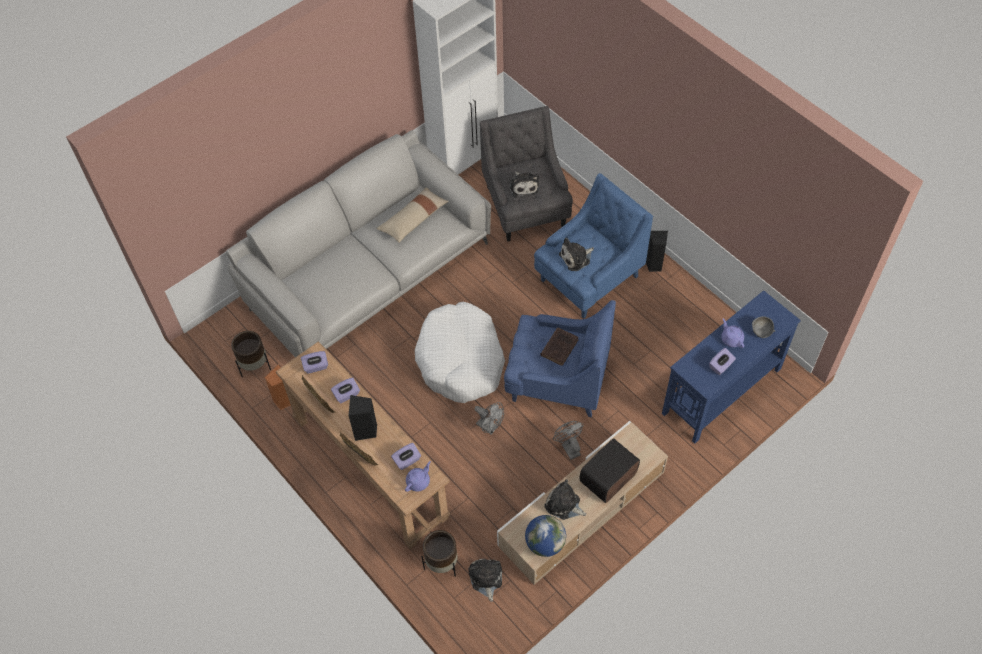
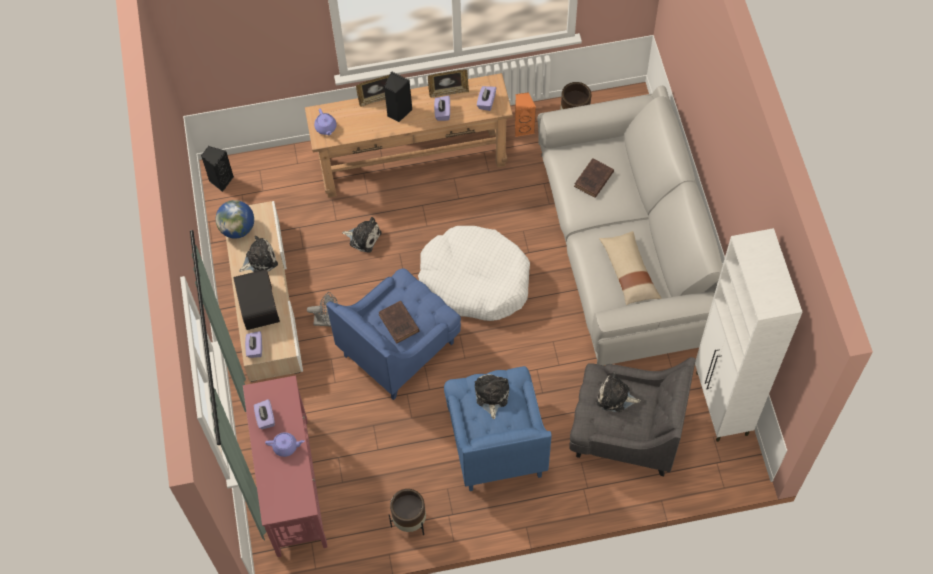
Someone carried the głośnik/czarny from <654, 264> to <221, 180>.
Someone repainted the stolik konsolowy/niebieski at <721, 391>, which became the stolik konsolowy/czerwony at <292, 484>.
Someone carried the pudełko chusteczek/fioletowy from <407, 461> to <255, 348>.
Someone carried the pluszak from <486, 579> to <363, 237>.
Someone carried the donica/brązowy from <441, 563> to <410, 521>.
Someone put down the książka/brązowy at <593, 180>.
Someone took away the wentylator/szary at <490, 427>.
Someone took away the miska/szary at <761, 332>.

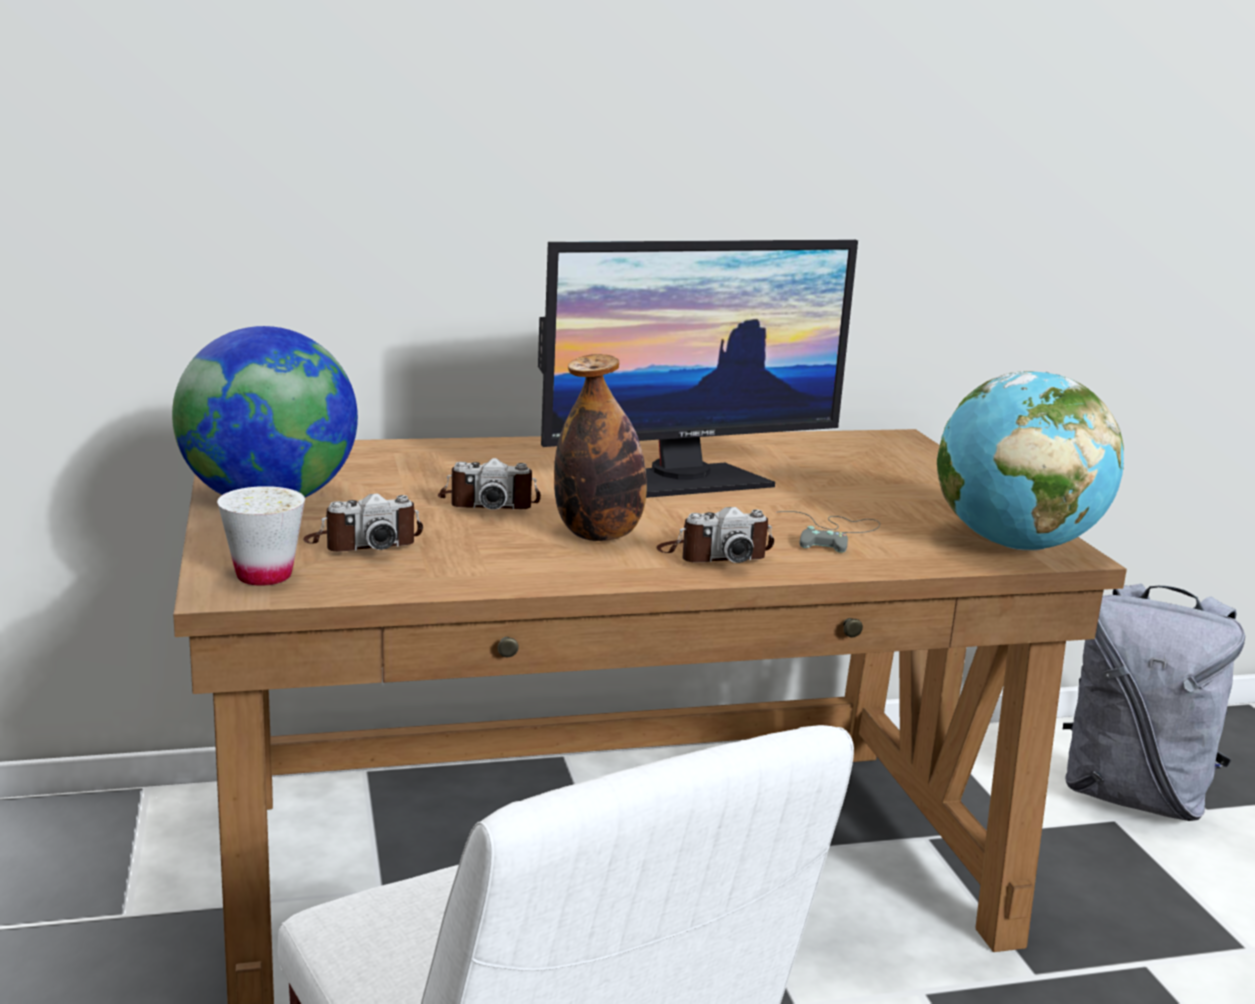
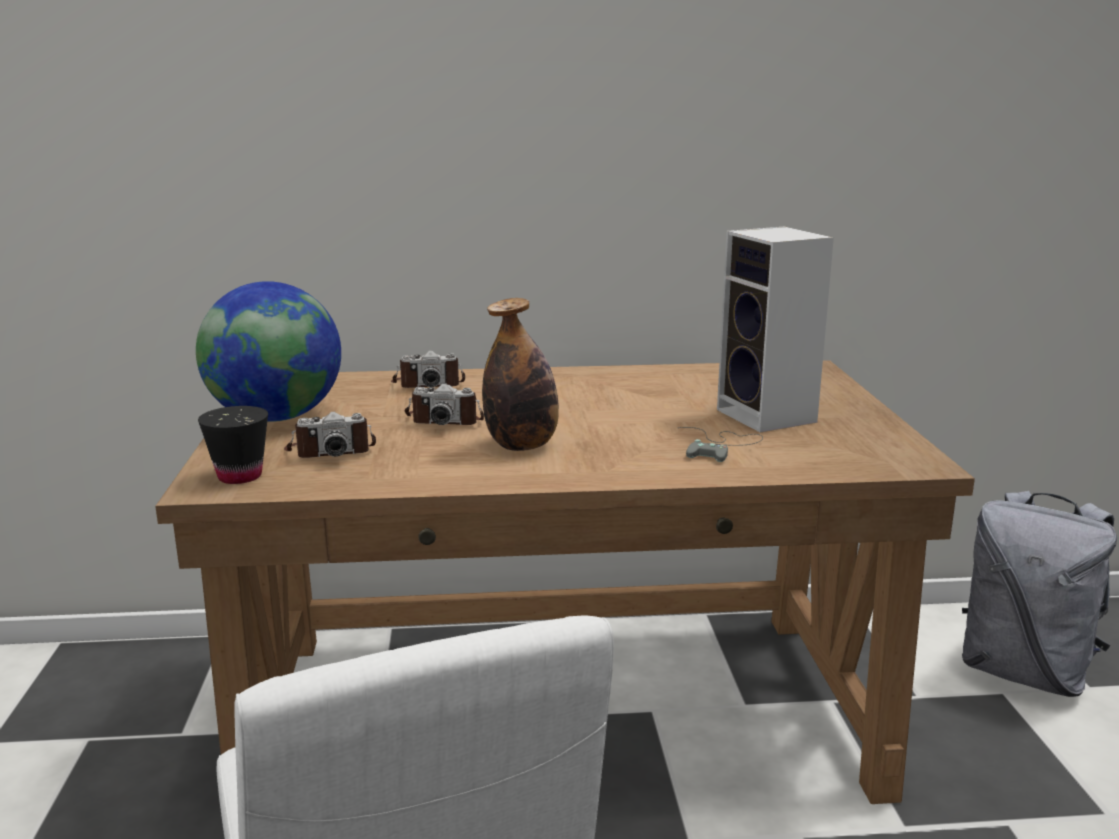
Someone repainted the filiżanka/biały at <264, 576>, which became the filiżanka/czarny at <240, 476>.
Someone carried the aparat fotograficzny from <714, 555> to <428, 384>.
Someone put down the głośnik at <770, 417>.
Someone took away the monitor at <686, 480>.
Someone took away the globus at <1015, 545>.

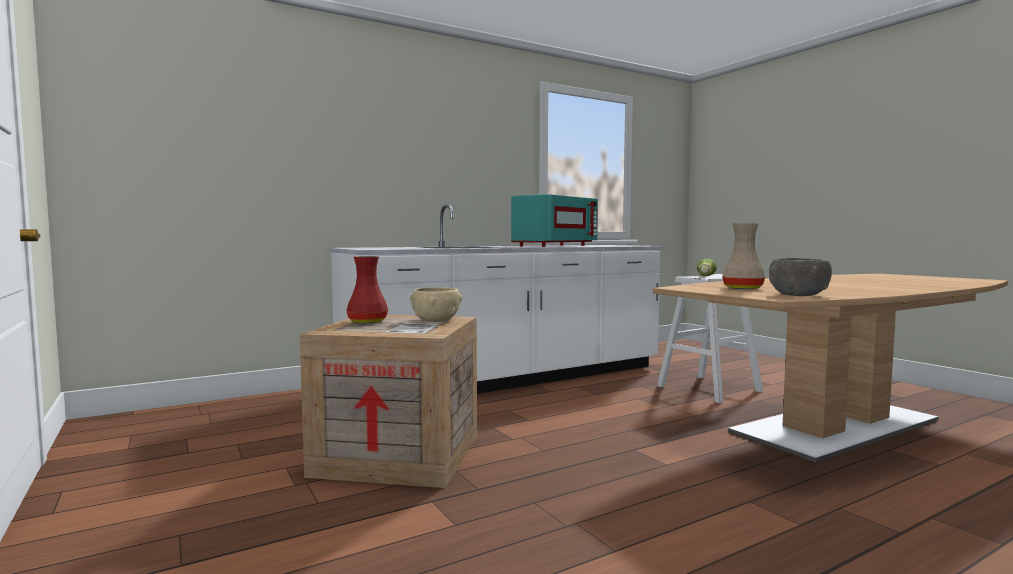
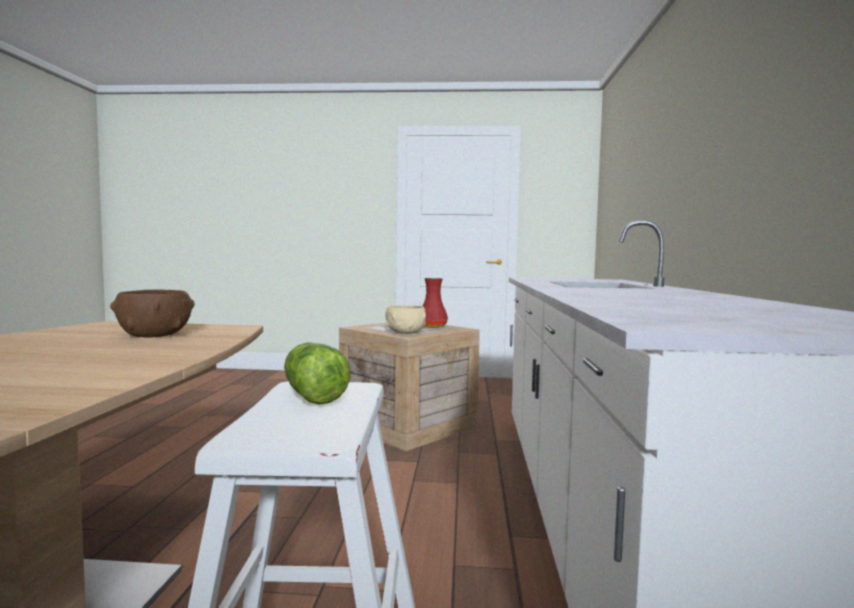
Someone swapped the wazon/beżowy at <742, 288> for the miska/brązowy at <155, 335>.
Someone took away the mikrofalówka/turkusowy at <555, 246>.
Someone took away the miska/szary at <798, 295>.

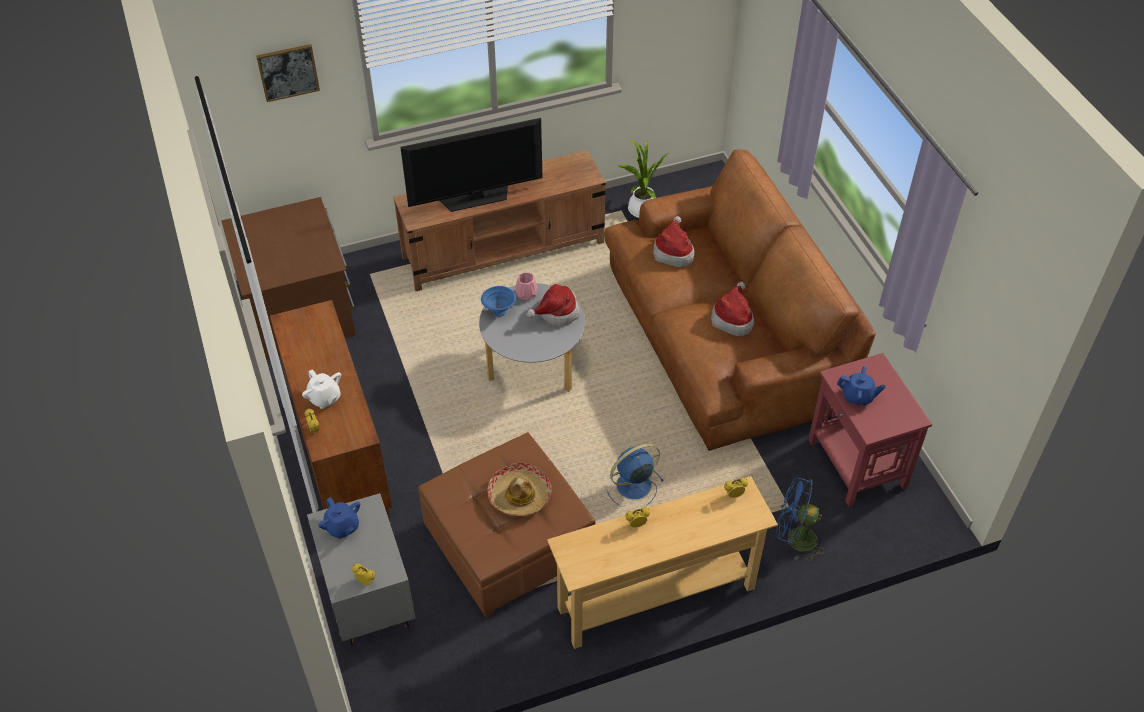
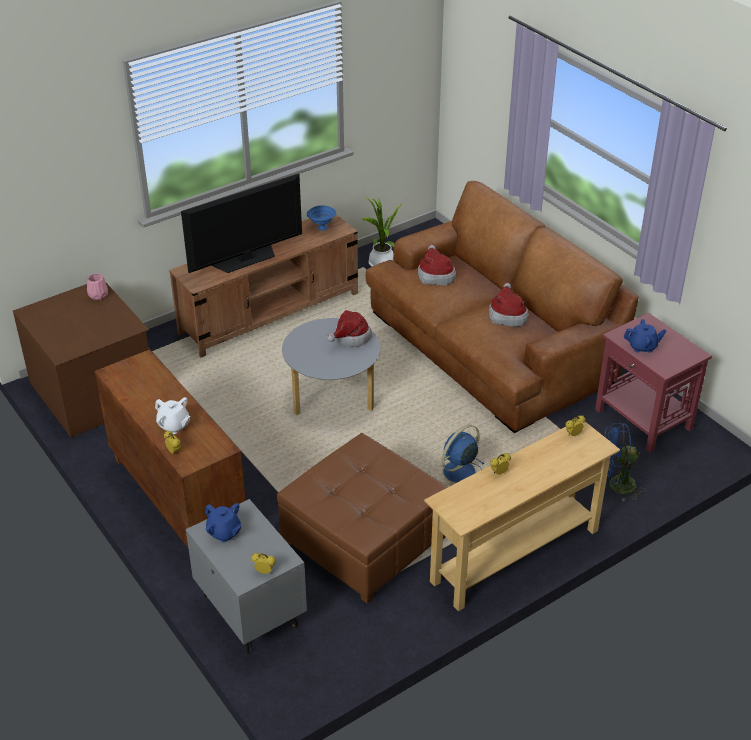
Someone carried the wazon/różowy from <526, 294> to <97, 295>.
Someone carried the miska/niebieski from <498, 312> to <321, 228>.
Someone took away the obraz at <288, 72>.
Someone took away the kapelusz at <519, 495>.

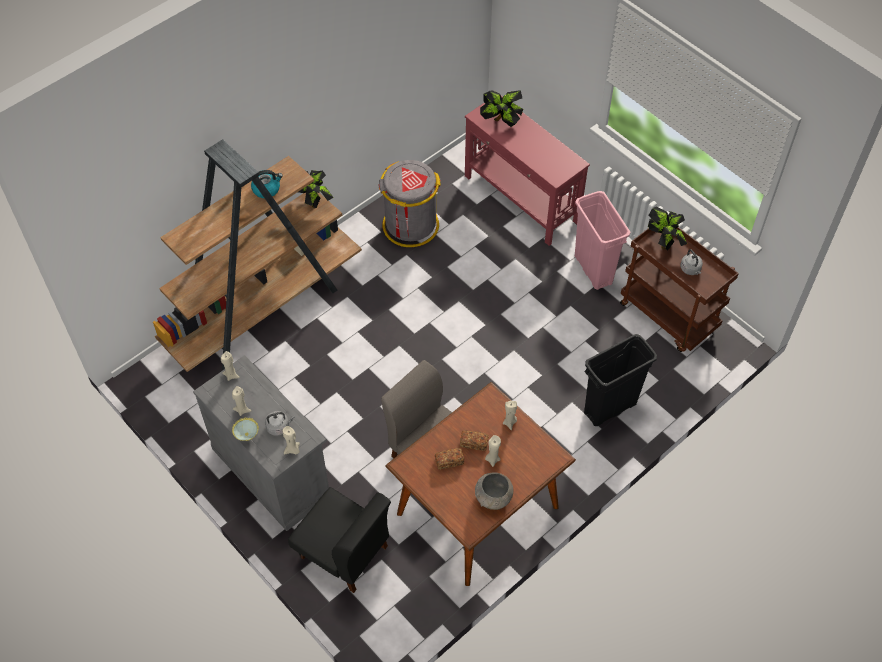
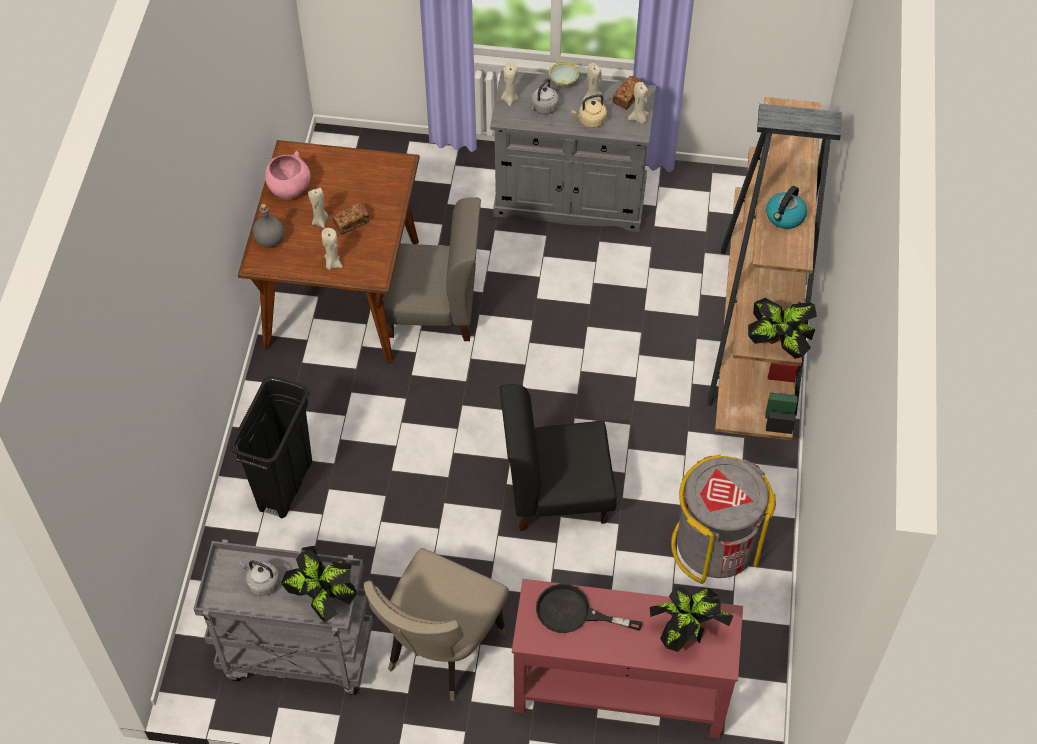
Someone repainted the wózek/brązowy at <669, 316>, which became the wózek/szary at <295, 654>.
Someone put down the butelka/szary at <270, 240>.
Someone repainted the miska/szary at <493, 499>, which became the miska/różowy at <289, 189>.
Someone swapped the kosz na śmieci/różowy at <593, 270> for the krzesło/beżowy at <439, 651>.
Someone carried the krzesło/czarny from <344, 552> to <556, 493>.
Someone put down the patelnia/czarny at <573, 613>.
Someone put down the czajnik/beżowy at <590, 121>.
Someone carried the chleb from <449, 461> to <628, 97>.

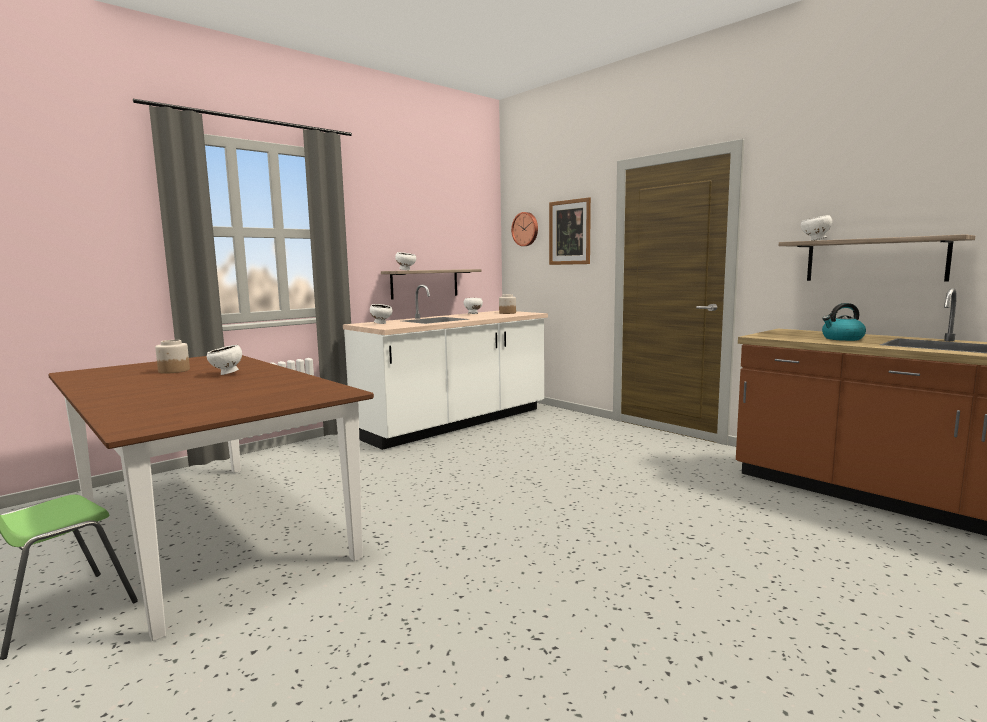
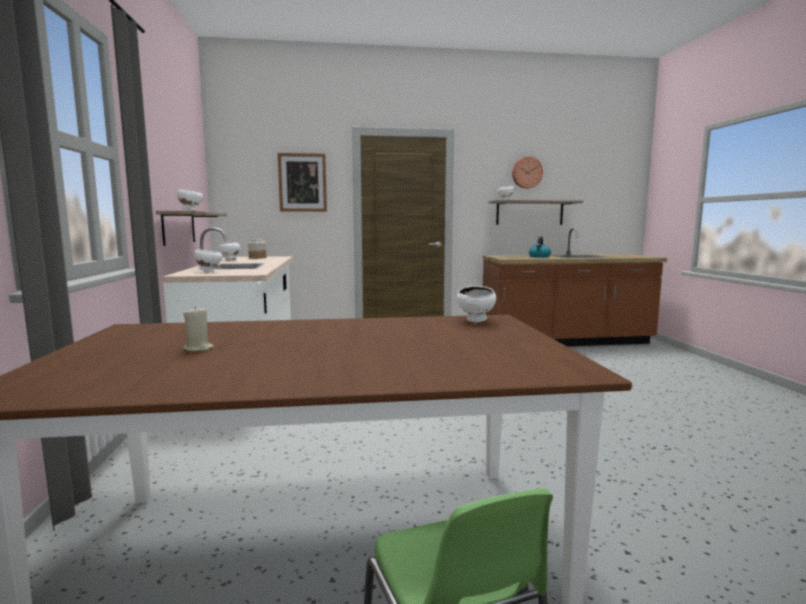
Someone swapped the słoik at <173, 371> for the świeca/beżowy at <198, 348>.
Someone carried the miska/biały from <226, 374> to <476, 321>.
Someone carried the zegar ścienny from <525, 229> to <526, 172>.

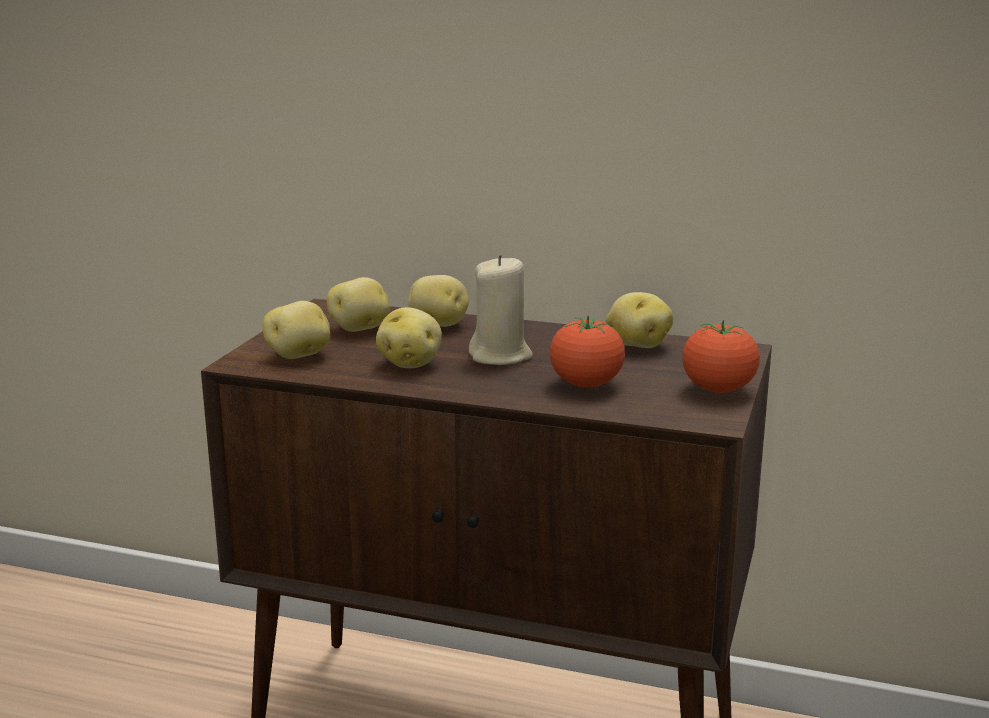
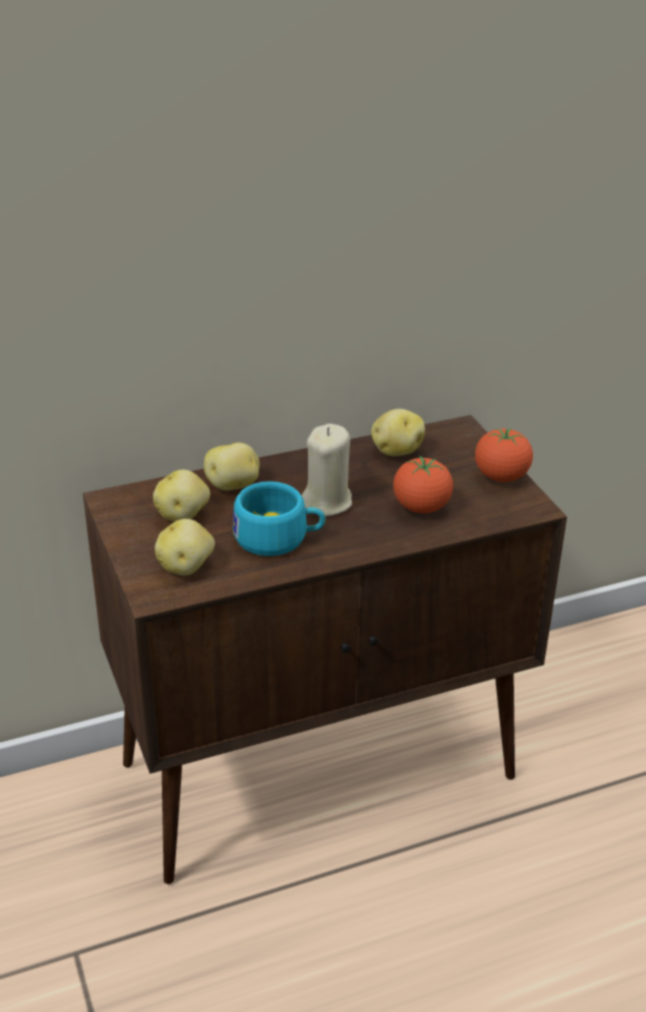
Someone swapped the ziemniak at <410, 363> for the filiżanka/turkusowy at <279, 538>.

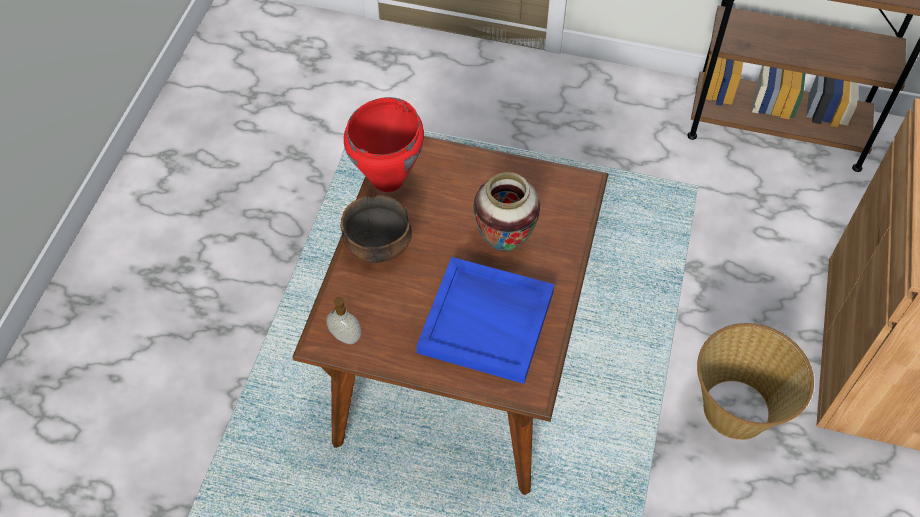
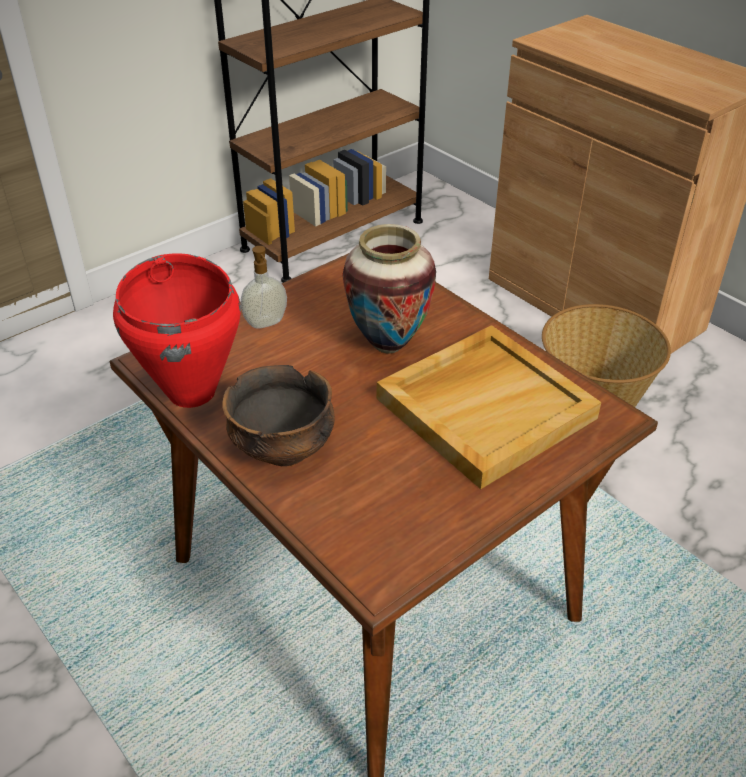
Someone carried the dozownik mydła from <345, 337> to <266, 323>.
Someone repainted the taca/niebieski at <487, 321>, which became the taca/beżowy at <485, 407>.

